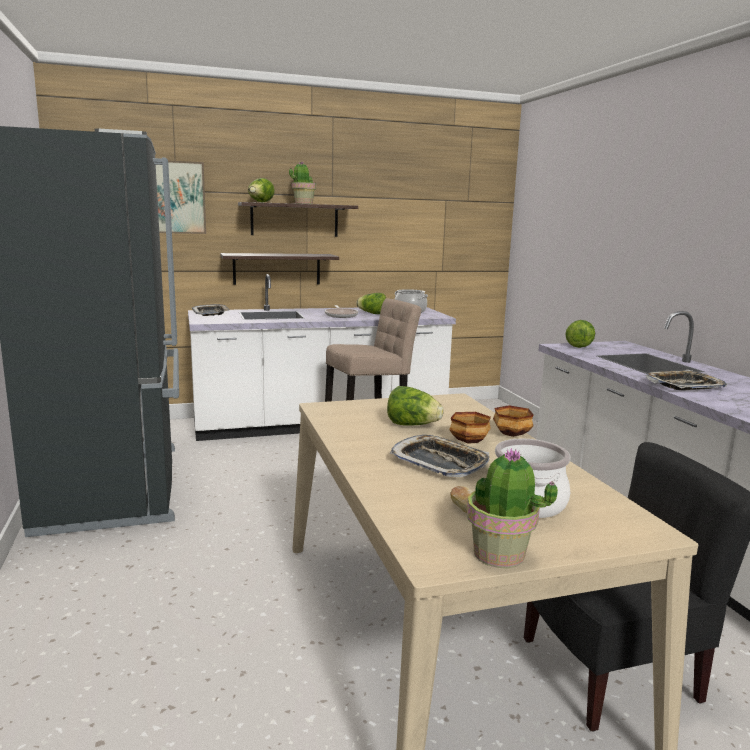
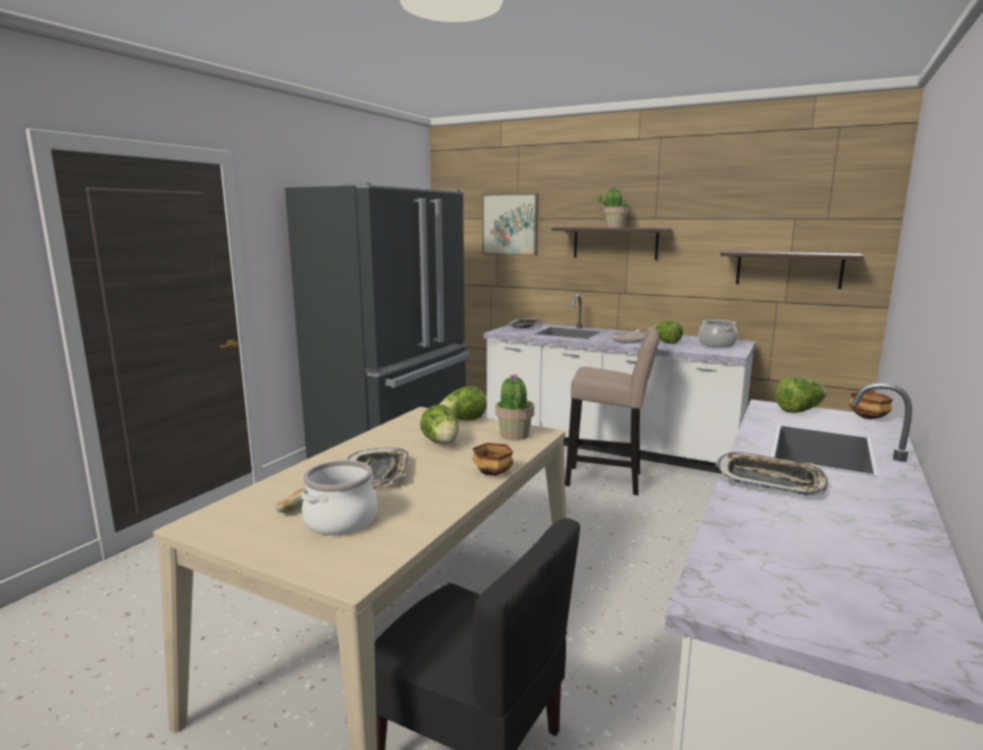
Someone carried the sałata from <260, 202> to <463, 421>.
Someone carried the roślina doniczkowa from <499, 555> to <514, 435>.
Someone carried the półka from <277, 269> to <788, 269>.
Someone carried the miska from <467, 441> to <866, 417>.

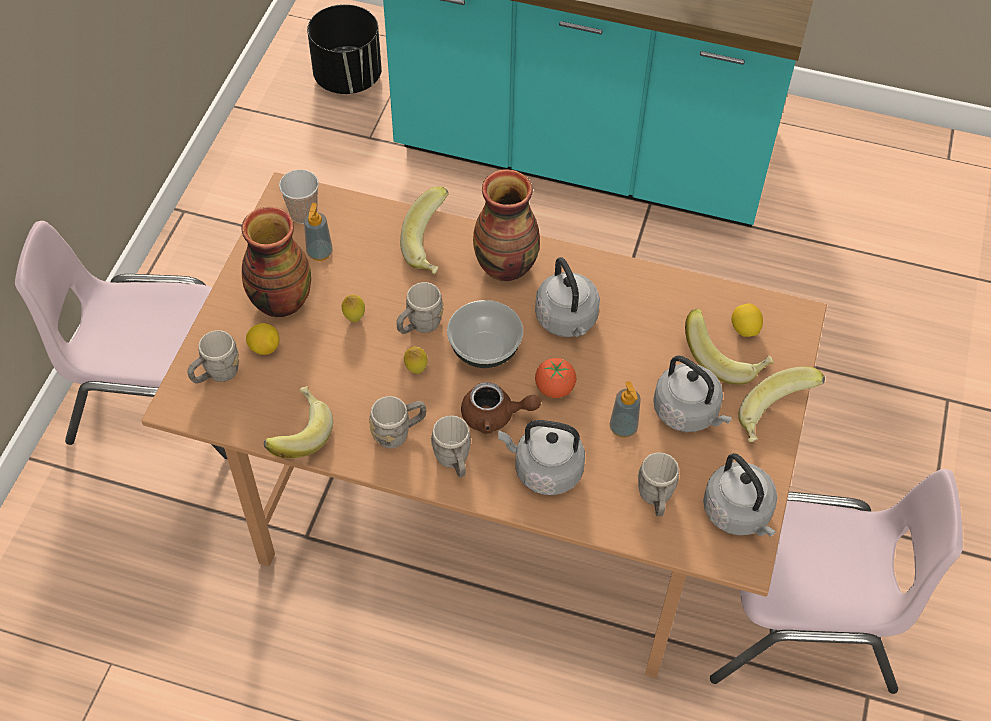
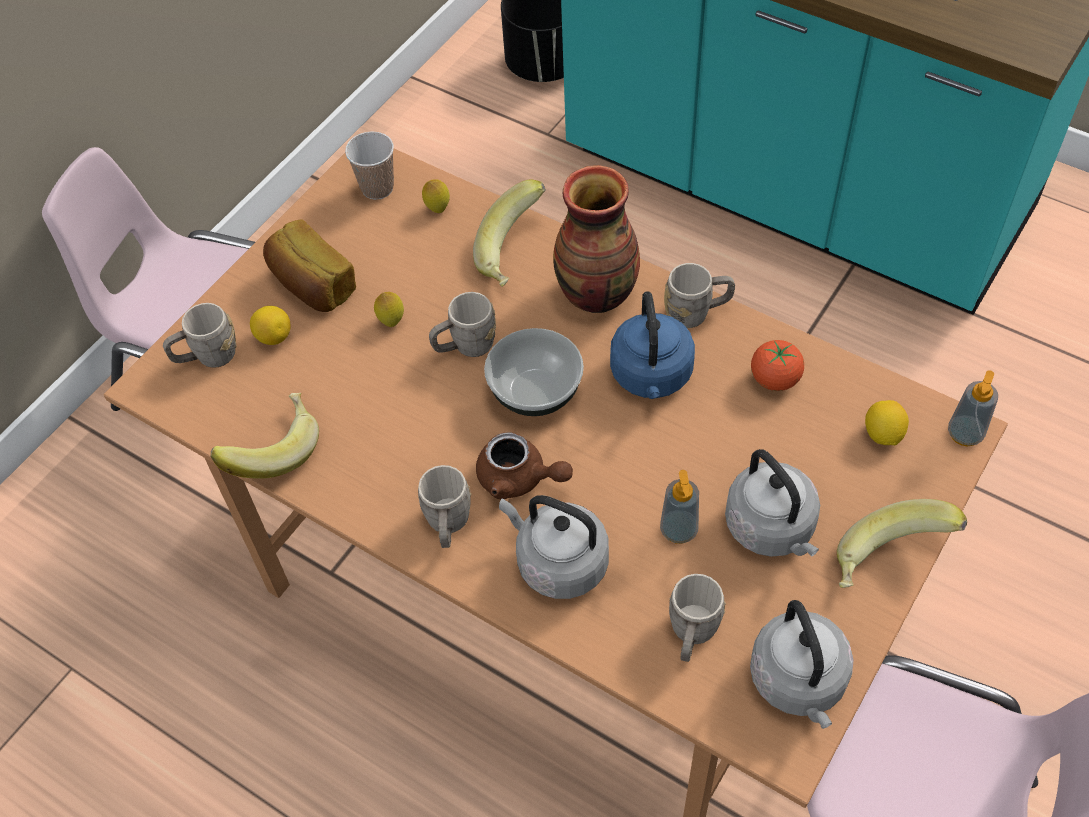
Someone swapped the wazon at <280, 301> for the chleb at <312, 285>.
Someone carried the cytryna from <416, 369> to <437, 209>.
Someone repainted the czajnik/szary at <567, 321>, which became the czajnik/niebieski at <651, 377>.
Someone carried the kubek/szary from <399, 432> to <697, 312>.
Someone carried the pomidor from <554, 388> to <774, 379>.
Someone carried the dozownik mydła from <319, 253> to <965, 434>.
Someone took away the banan at <725, 358>.

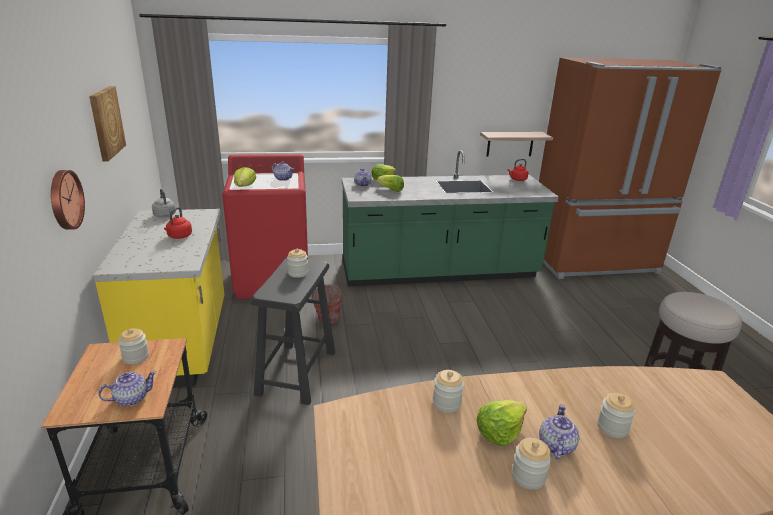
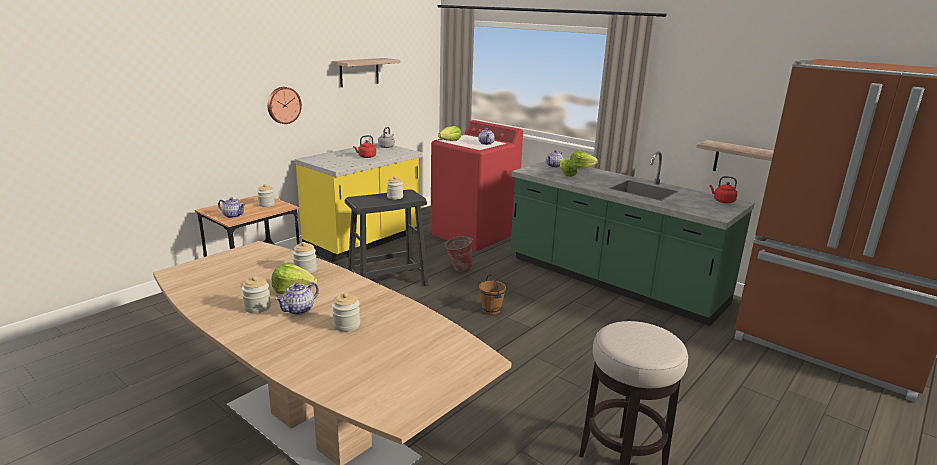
Someone rotated the imbryk at <555, 446> by 150 degrees clockwise.
Someone swapped the obraz at <106, 122> for the półka at <359, 72>.
Someone put down the wiadro/brązowy at <491, 310>.

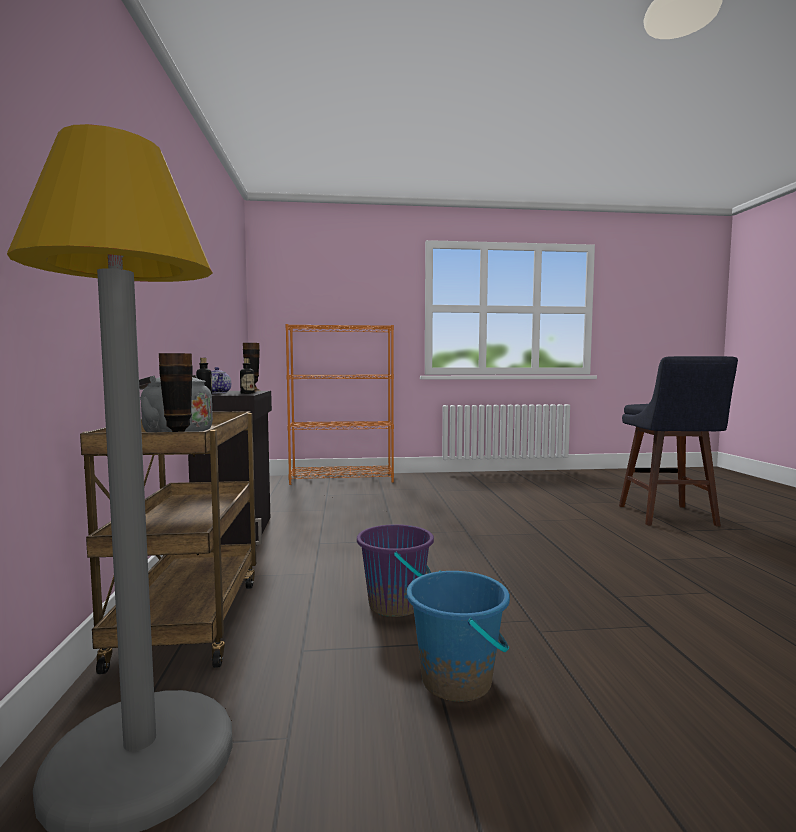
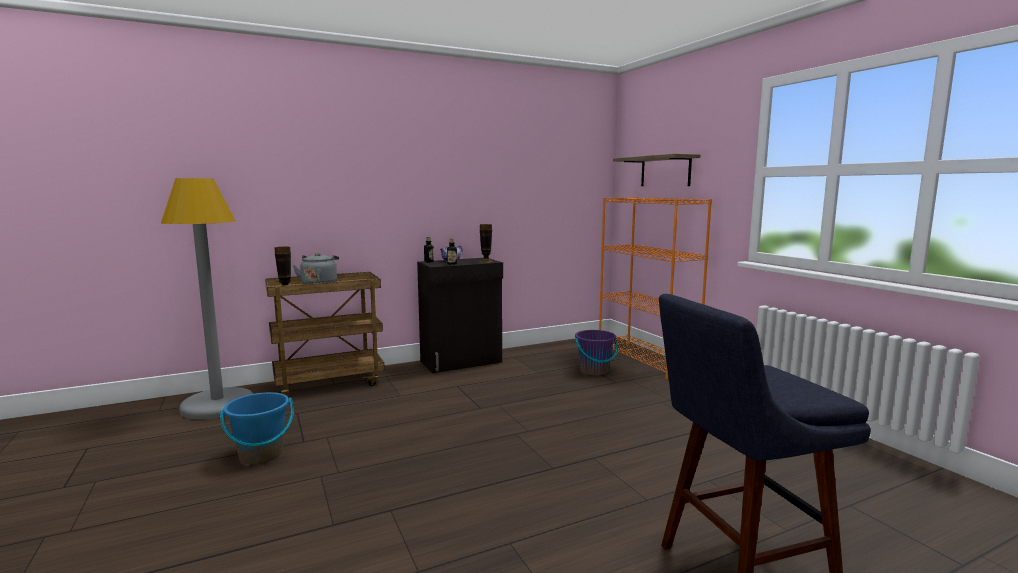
Someone carried the wiadro/fioletowy from <396, 605> to <594, 371>.
Someone put up the półka at <665, 171>.

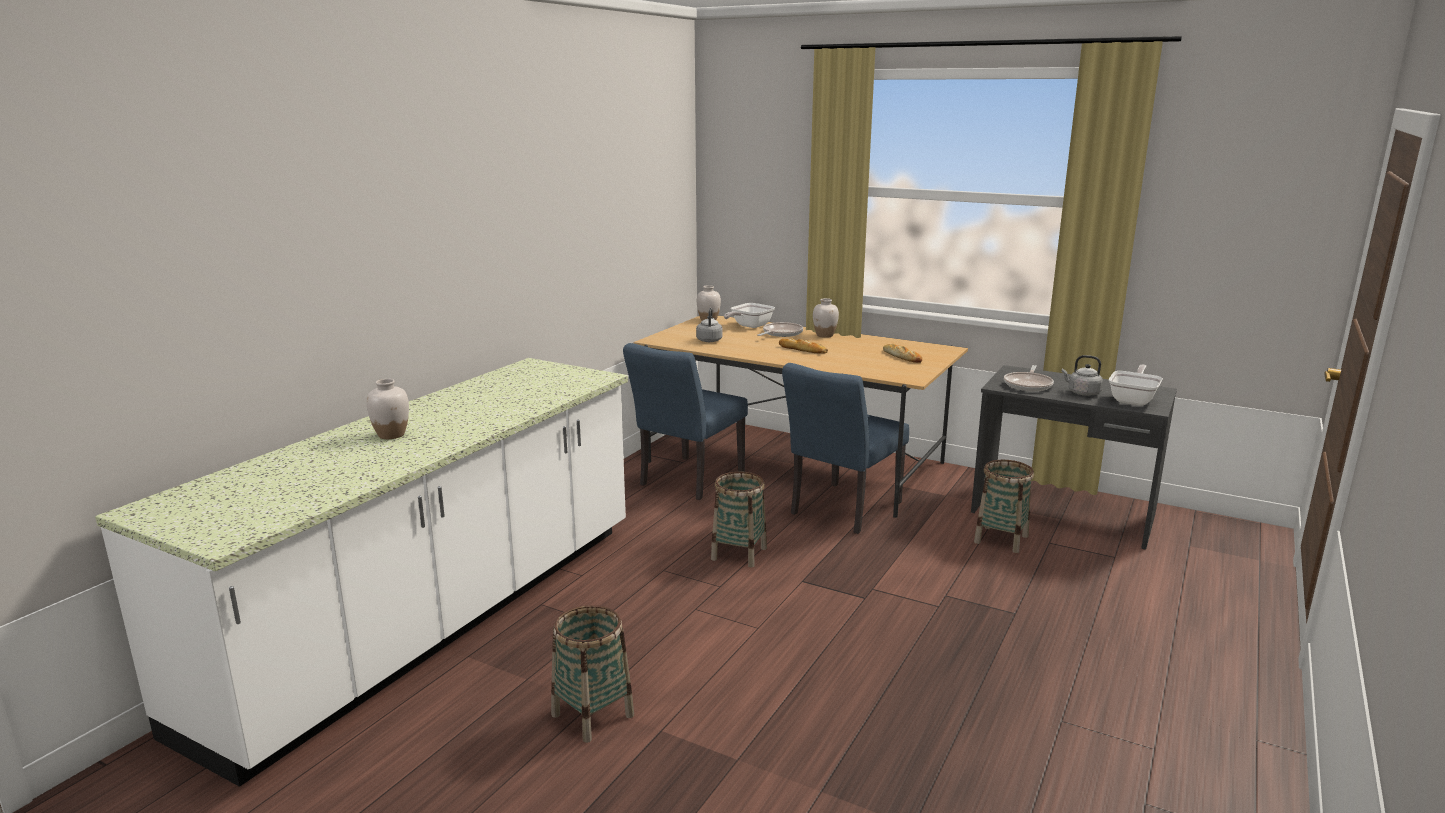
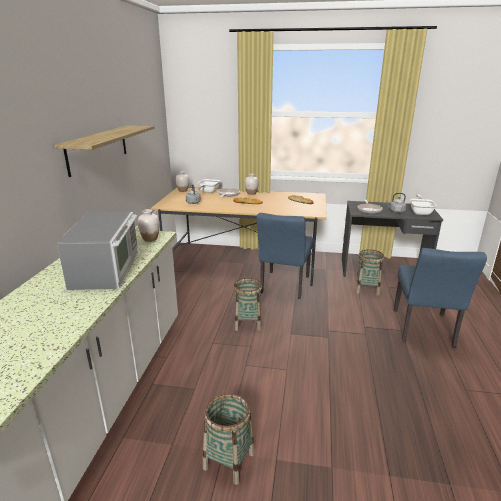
Someone put up the półka at <98, 149>.
Someone put down the mikrofalówka at <107, 269>.
Someone carried the wazon/biały from <391, 435> to <150, 239>.
Someone carried the krzesło/niebieski from <687, 481> to <423, 331>.

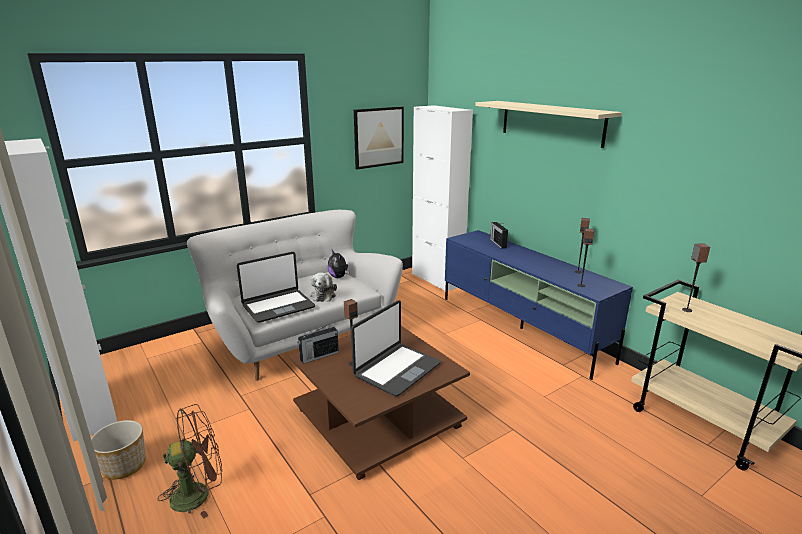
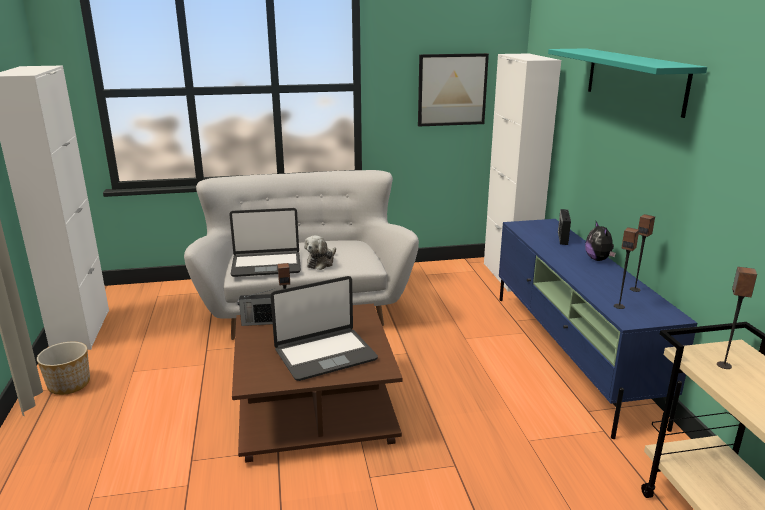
Someone repainted the półka/beżowy at <551, 122>, which became the półka/turkusowy at <634, 79>.
Someone carried the pluszak from <339, 277> to <598, 259>.
Someone took away the wentylator/brązowy at <199, 493>.

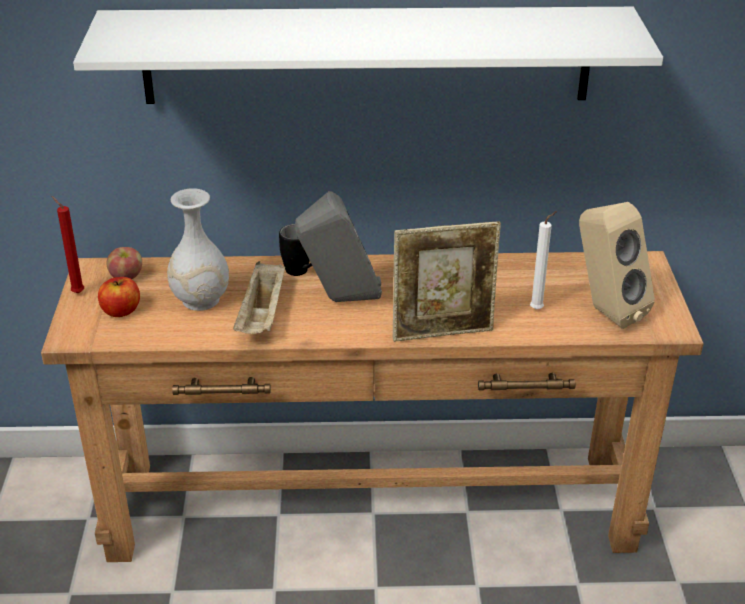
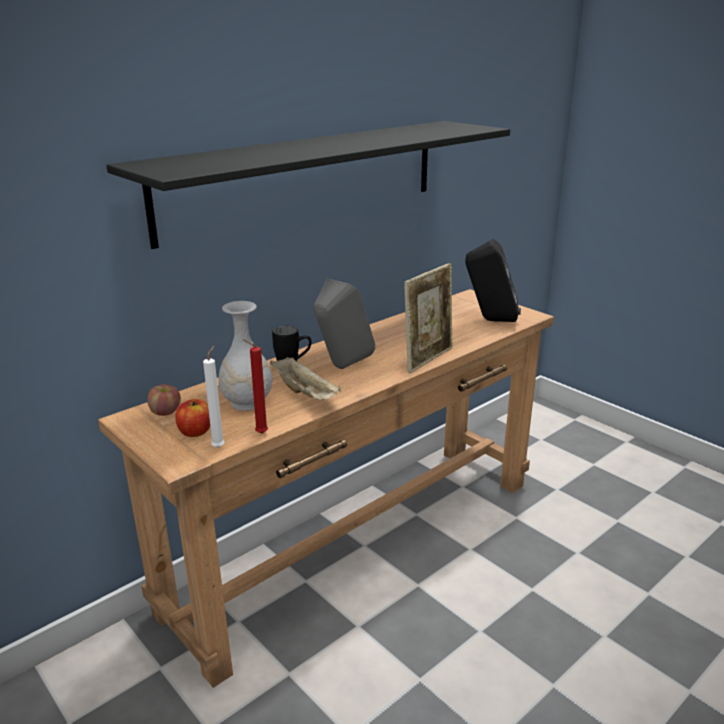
Someone repainted the półka/biały at <367, 55>, which became the półka/czarny at <305, 178>.
Someone carried the świeca/biały from <538, 309> to <219, 446>.
Someone carried the świeca/czerwony from <76, 292> to <259, 433>.
Someone repainted the głośnik/beżowy at <605, 311>, which became the głośnik/czarny at <490, 320>.

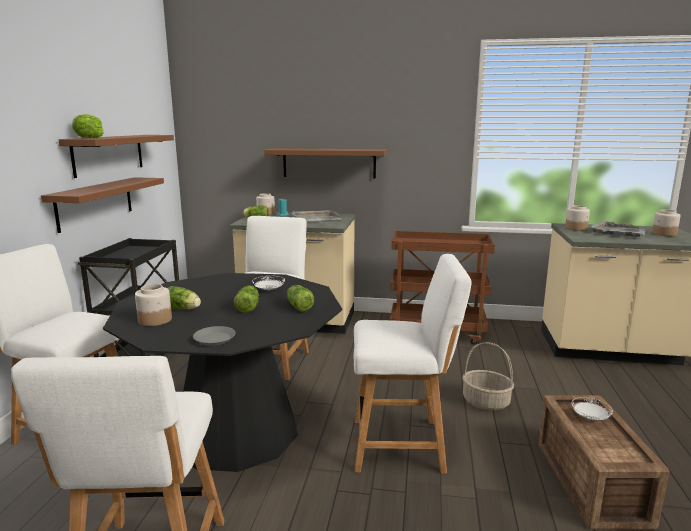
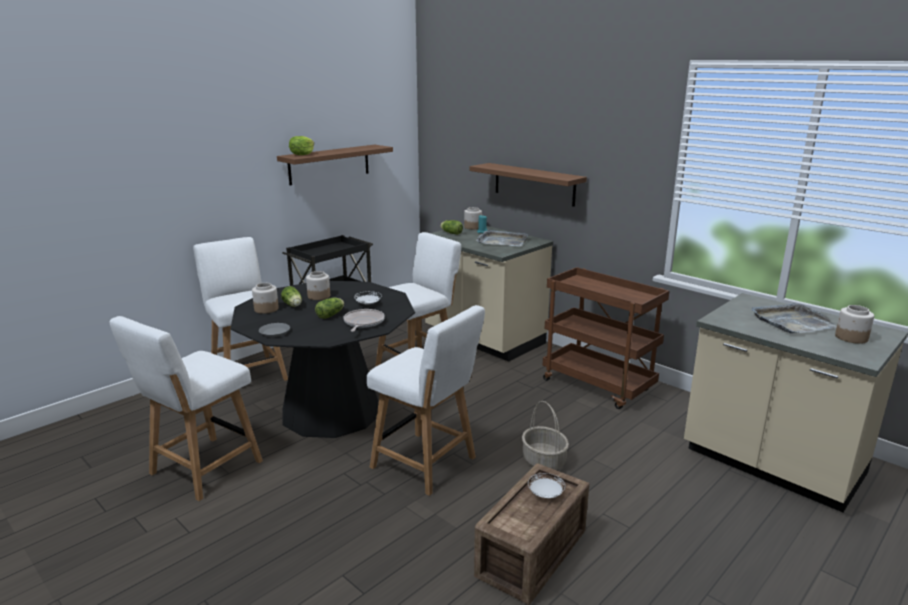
Someone carried the słoik from <576, 228> to <319, 296>.
Someone swapped the sałata at <299, 306> for the patelnia at <363, 323>.
Someone took away the półka/brązowy at <95, 203>.

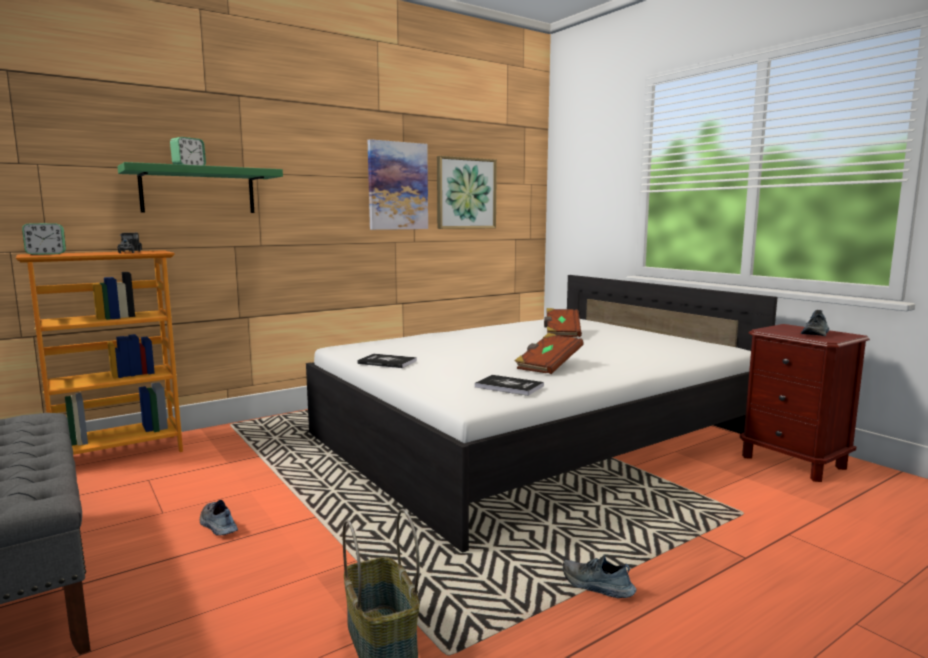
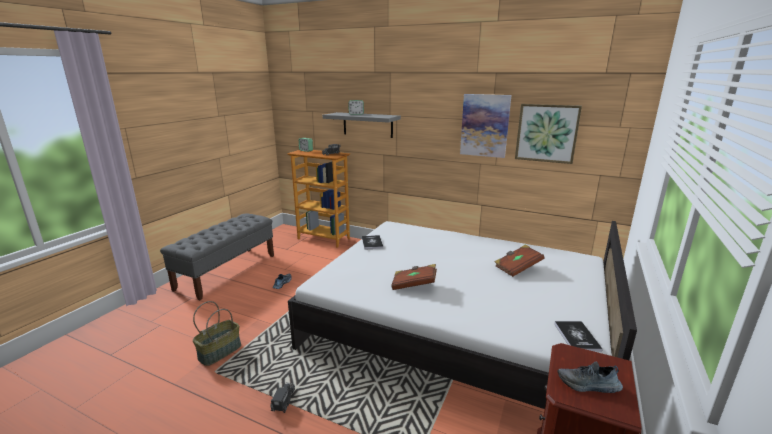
Someone swapped the but at <597, 586> for the ciężarówka zabawkowa at <283, 402>.
Someone repainted the półka/zielony at <198, 191>, which became the półka/szary at <367, 125>.
Someone carried the książka from <509, 386> to <577, 337>.

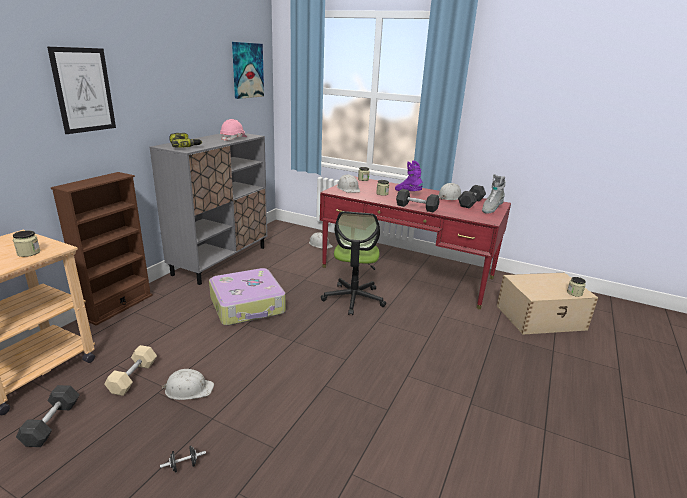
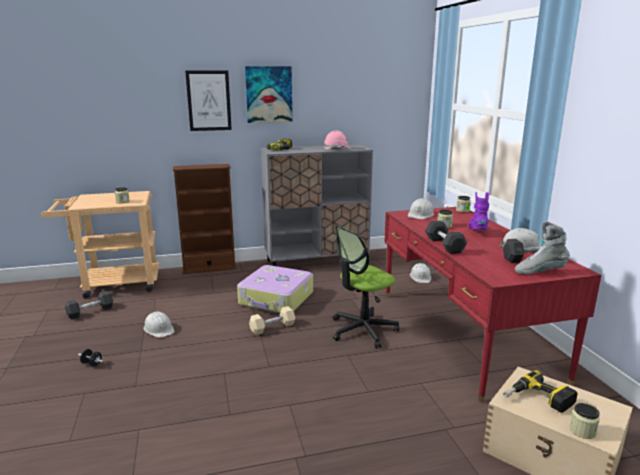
Someone carried the obraz from <247, 70> to <268, 94>.
Someone carried the hantel/beżowy from <133, 377> to <272, 327>.
Someone put down the wiertarka at <538, 400>.

